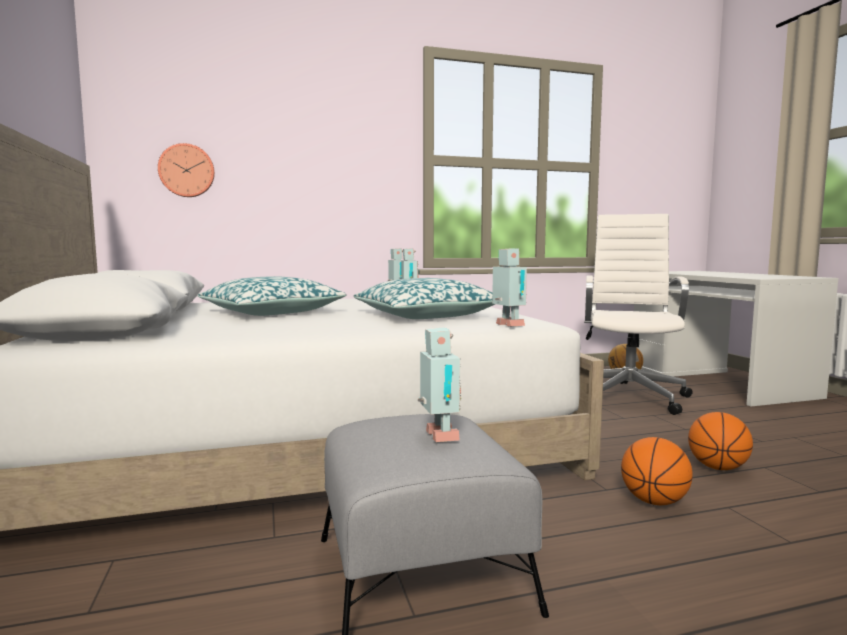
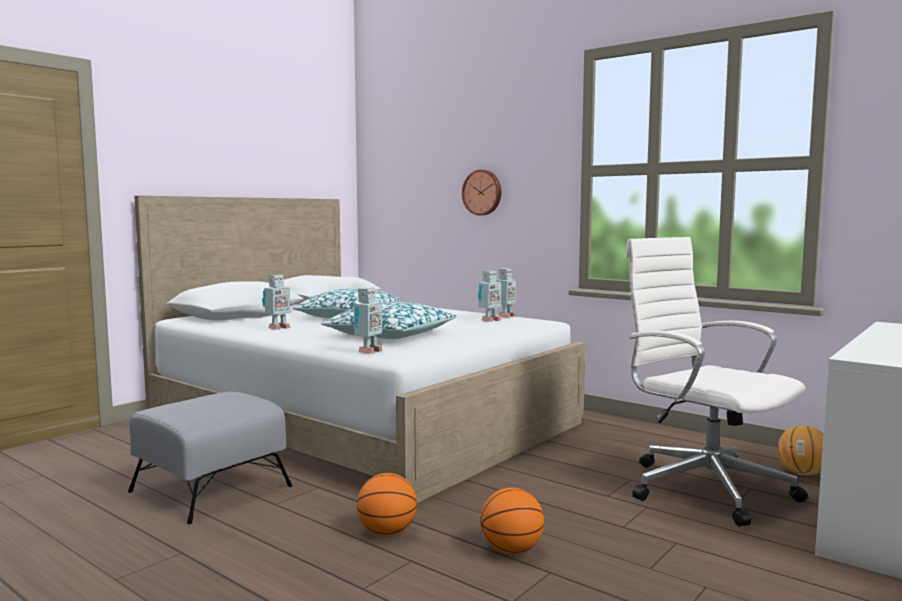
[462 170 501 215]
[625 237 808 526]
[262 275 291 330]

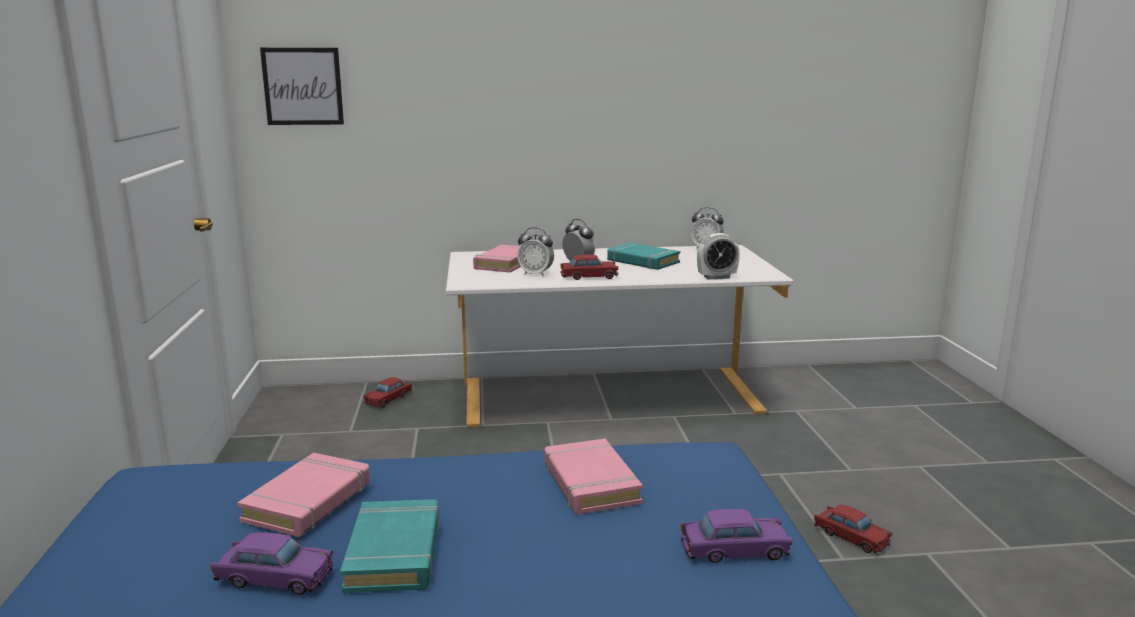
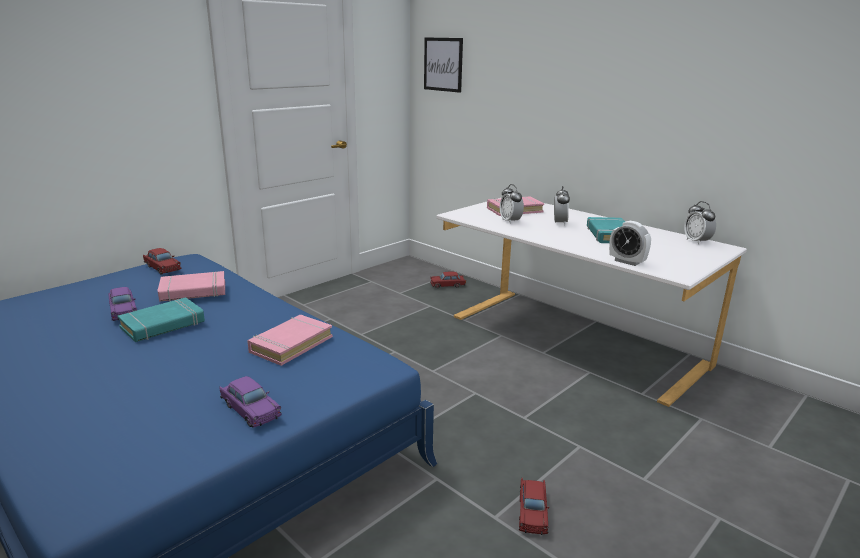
[143 248 182 275]

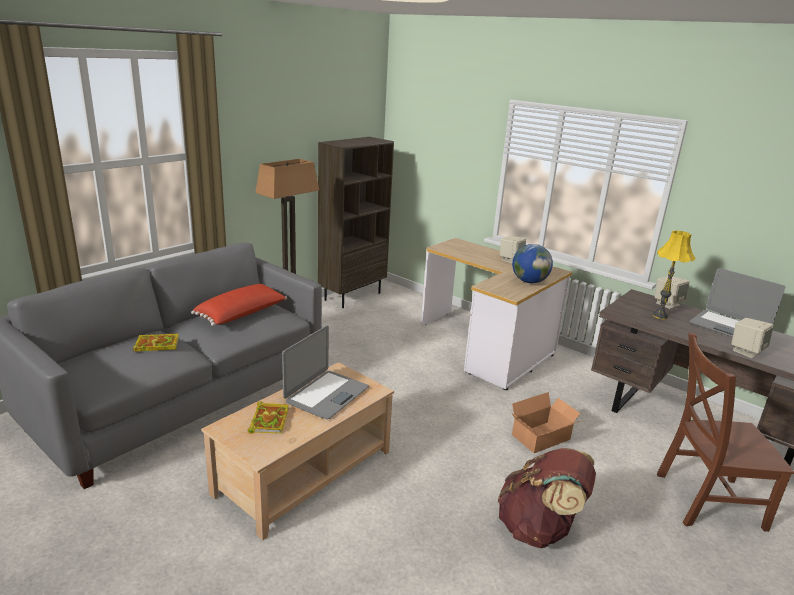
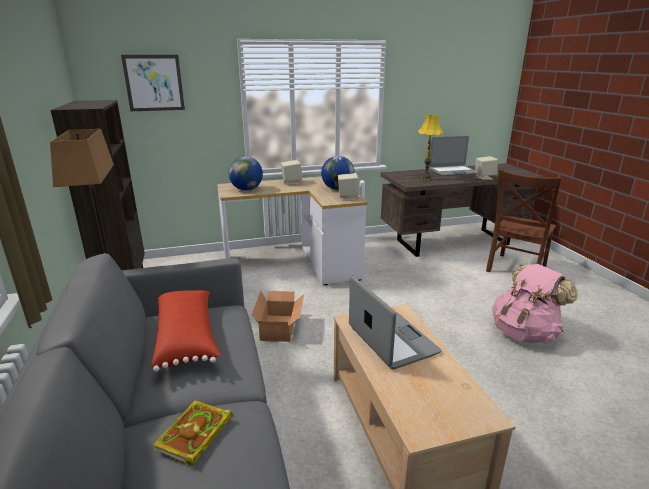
[338 173 359 200]
[252 291 304 342]
[248 401 289 434] (first image)
[492 264 578 343]
[121 55 185 111]
[228 156 263 191]

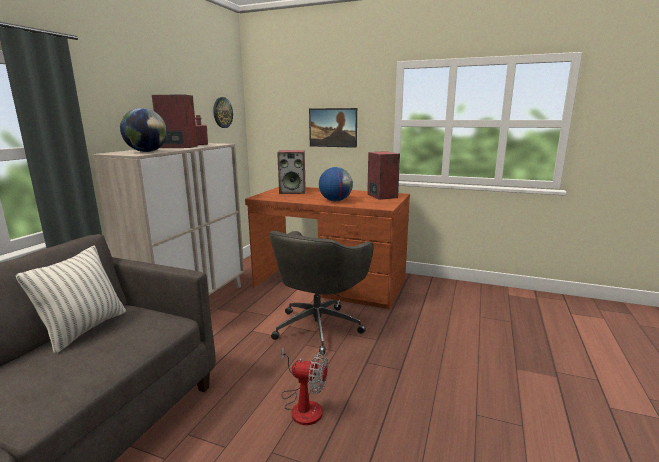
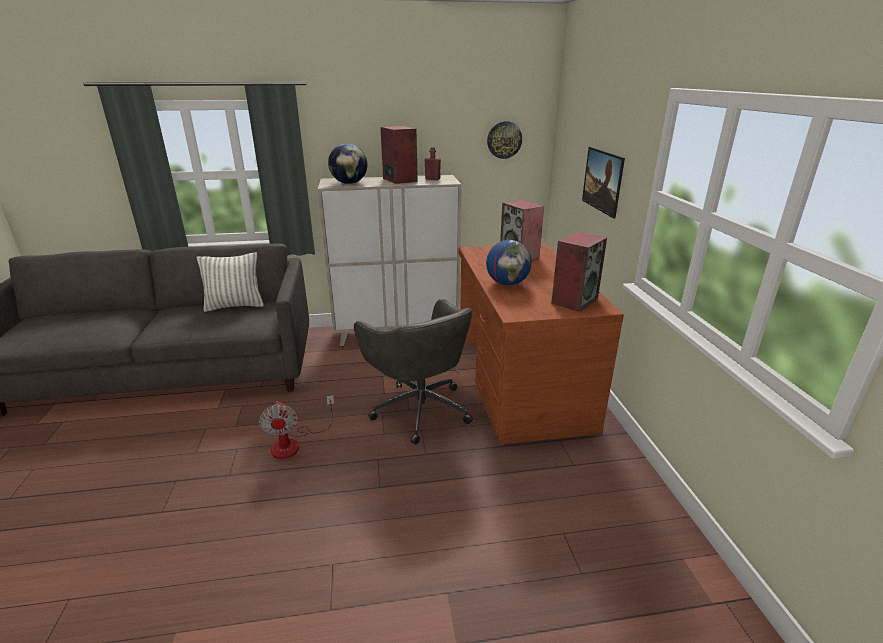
[354 299 473 445]

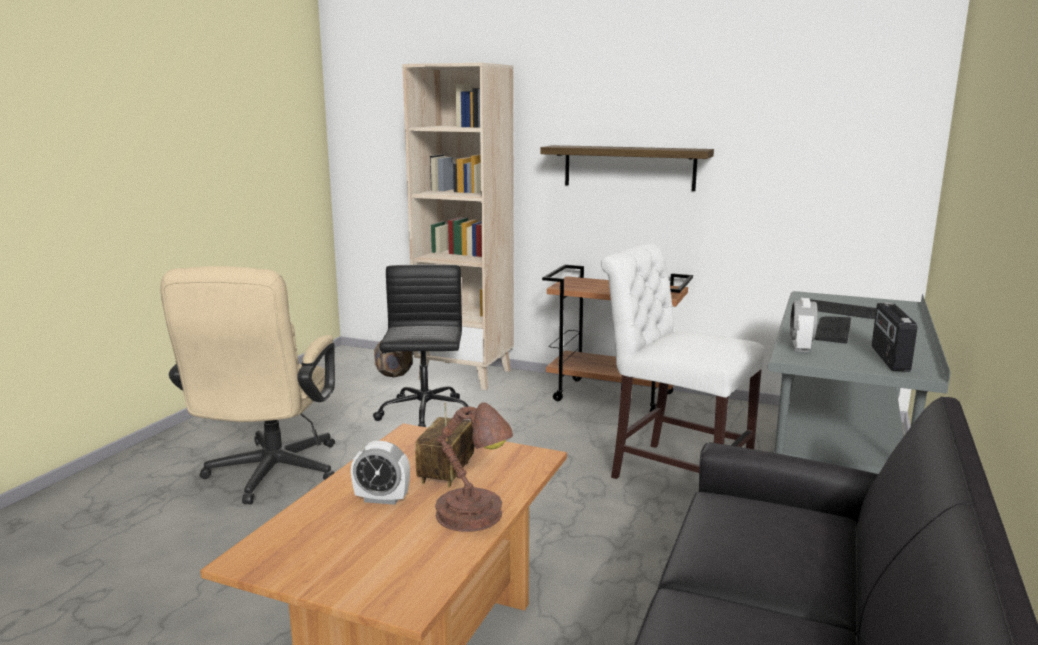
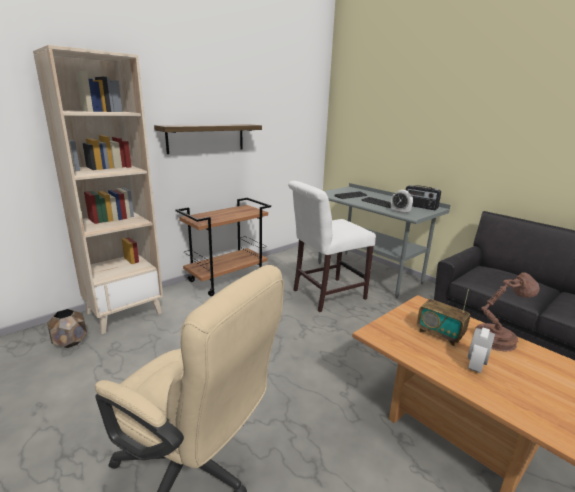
[373 265 469 427] (first image)

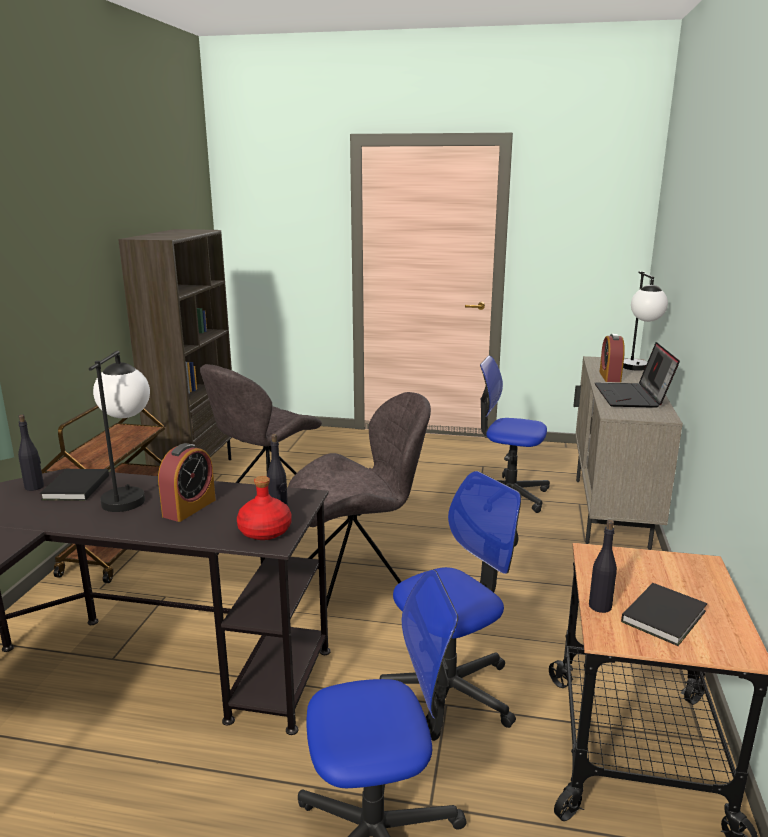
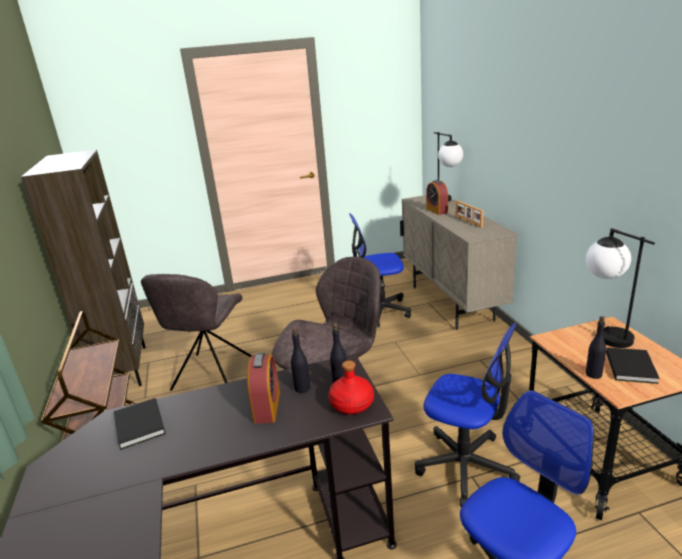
[456 200 483 228]
[586 228 655 348]
[291 328 310 393]
[415 323 520 507]

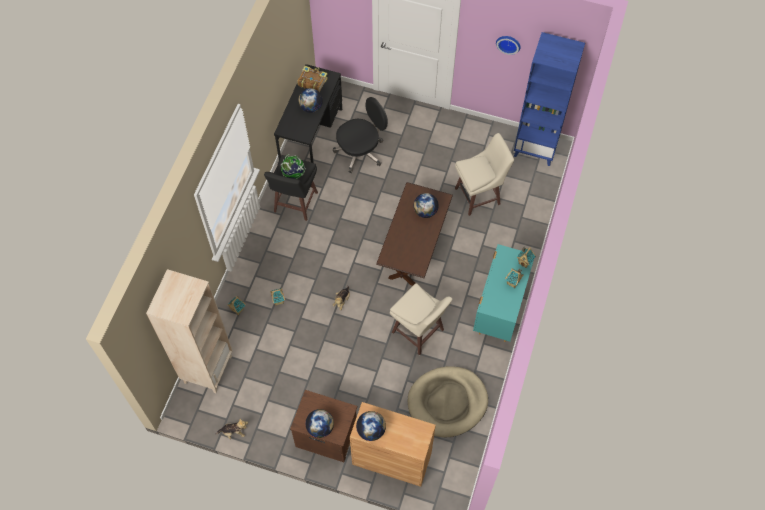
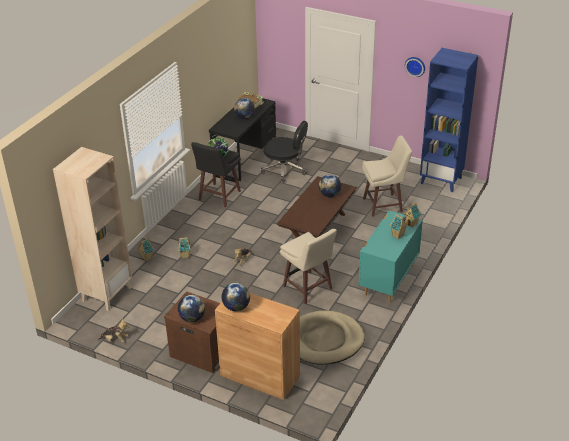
[261 121 308 183]

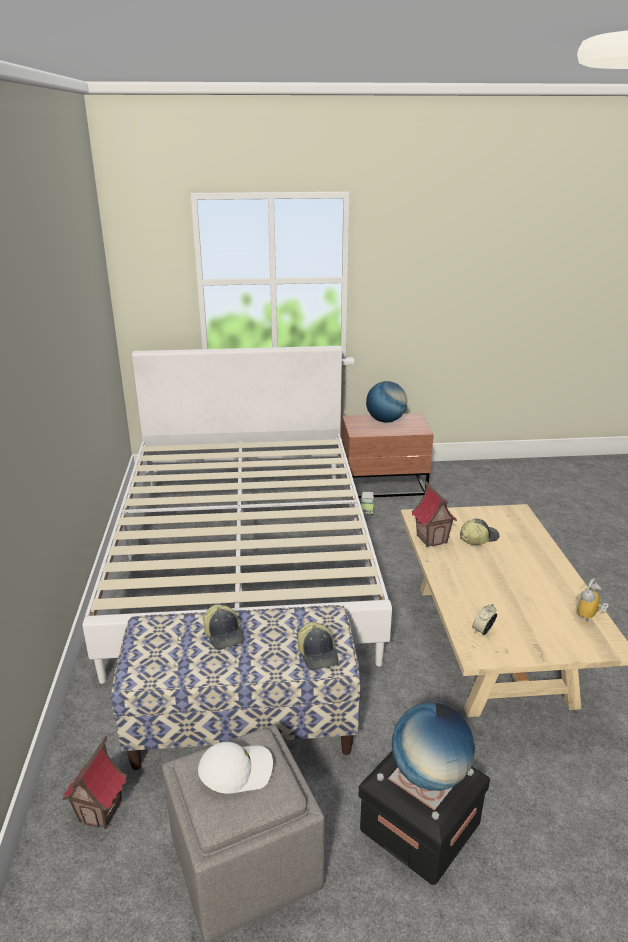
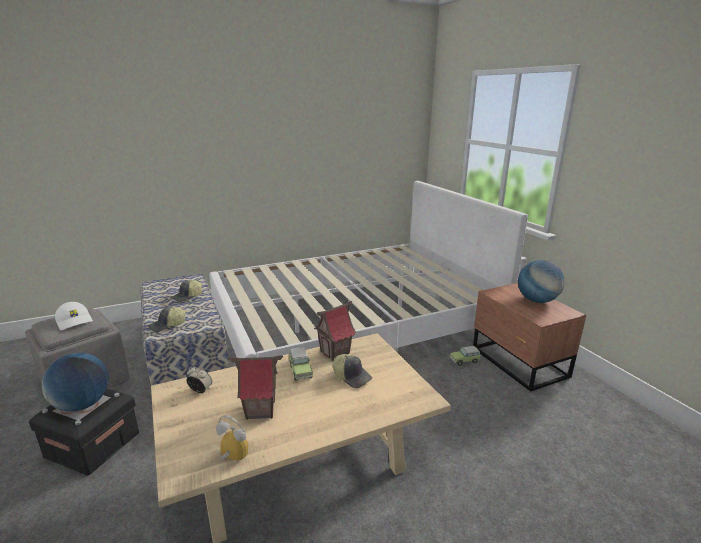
[229 355 283 420]
[289 347 313 381]

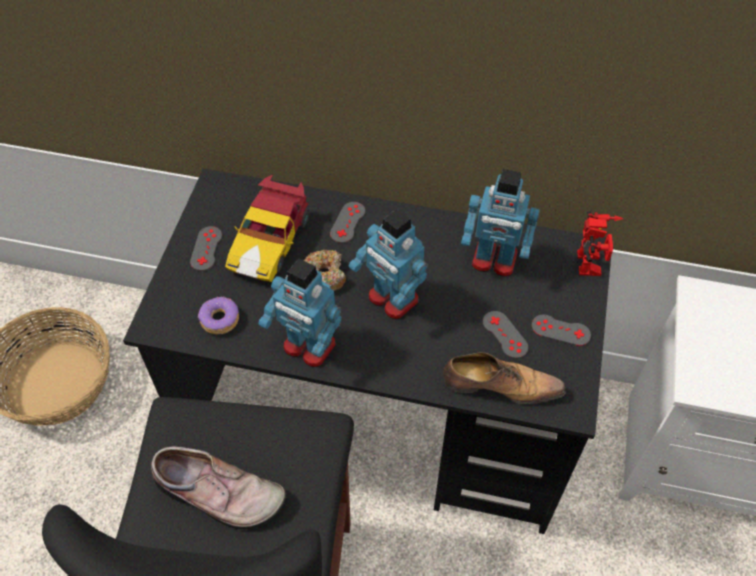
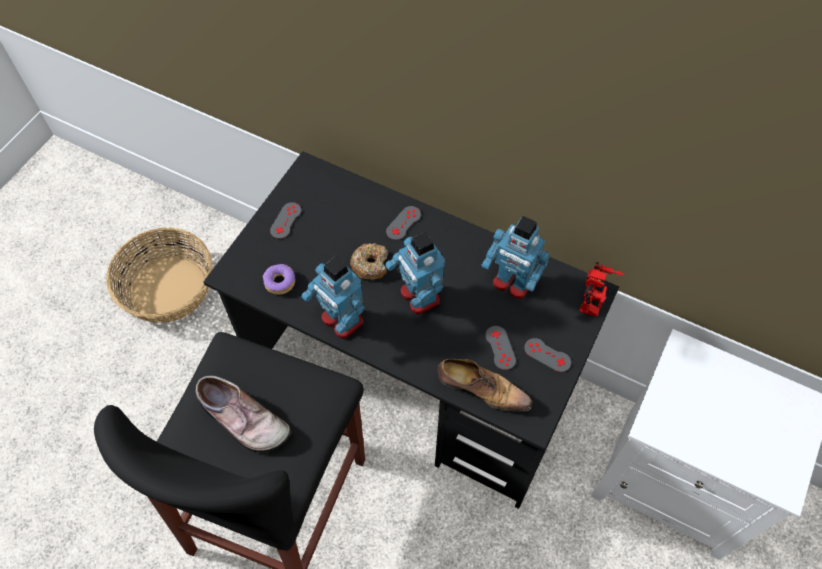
[225 174 310 282] (first image)

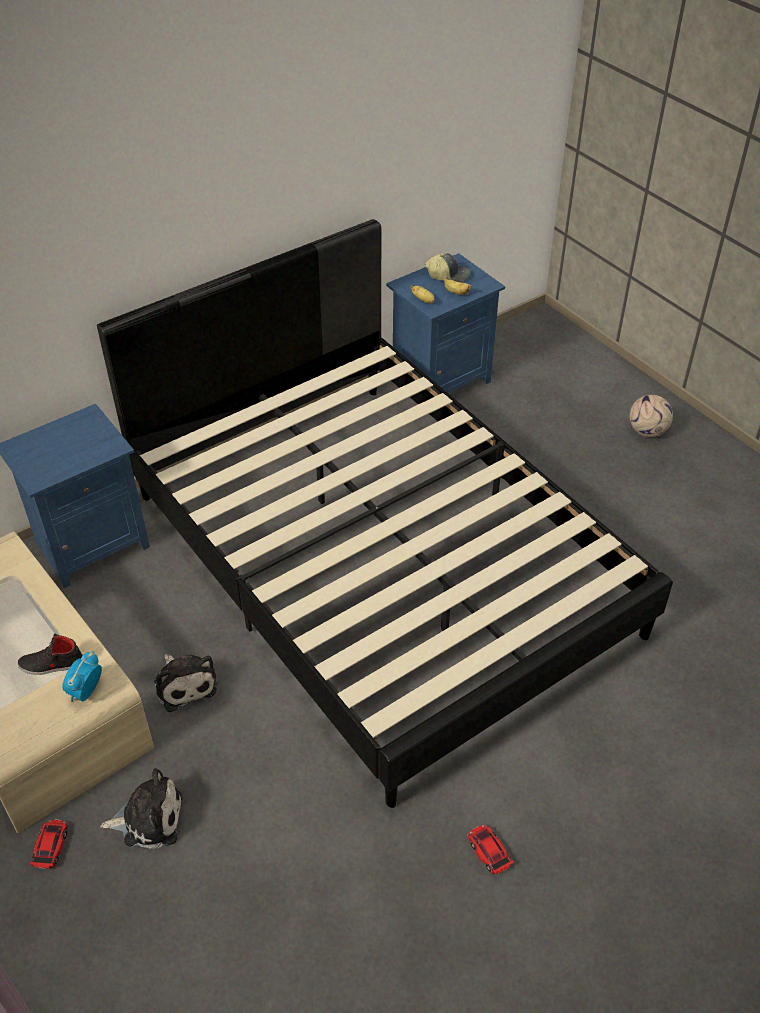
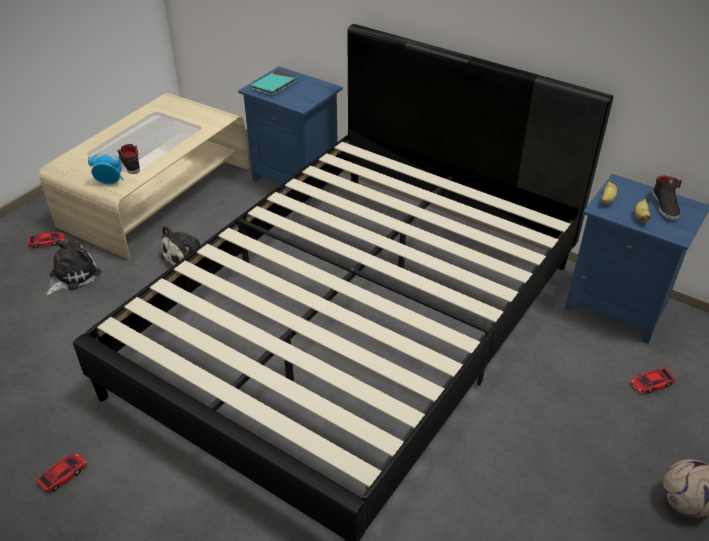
[652 175 682 220]
[46 240 101 296]
[250 70 299 95]
[630 366 676 394]

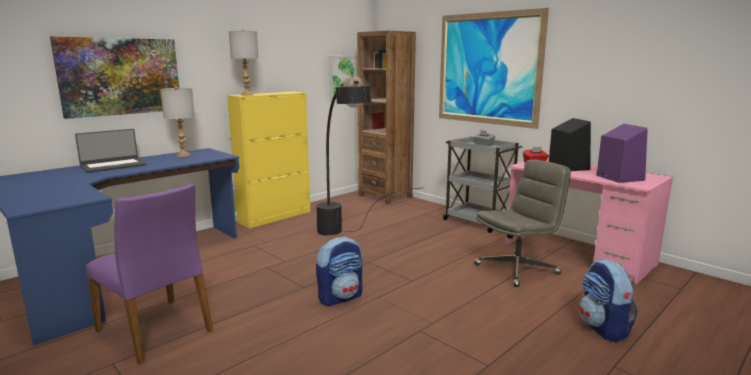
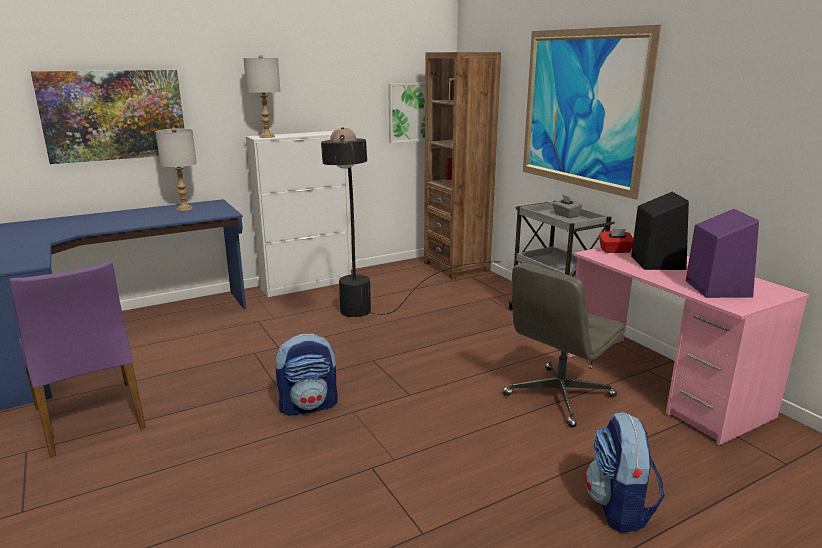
[246 131 351 297]
[75 129 146 173] (first image)
[503 263 625 428]

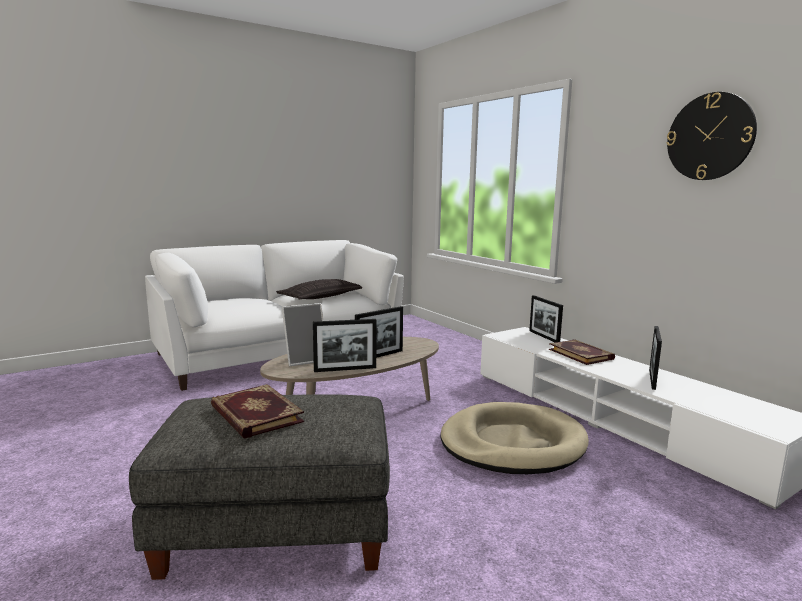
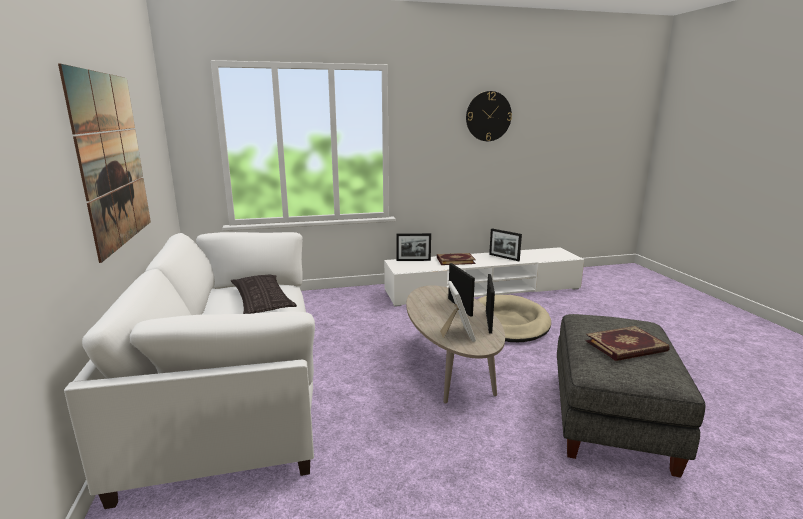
[58 64 151 263]

